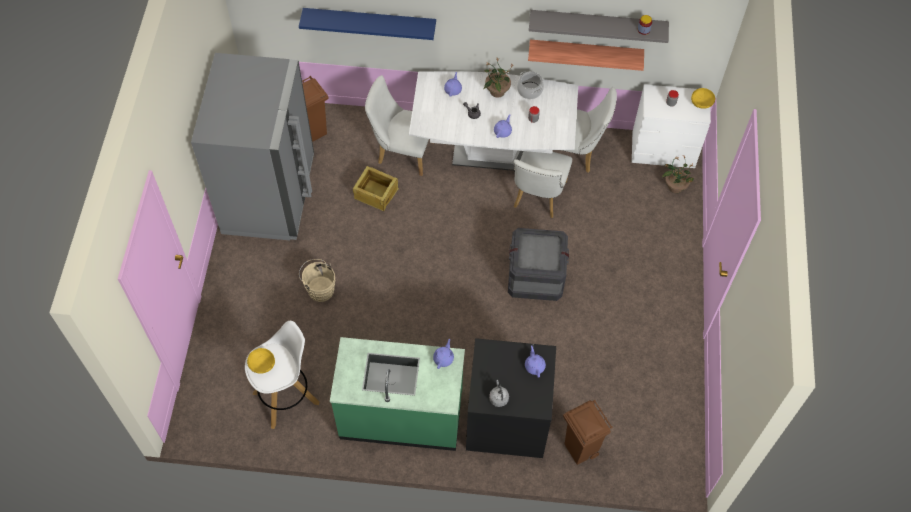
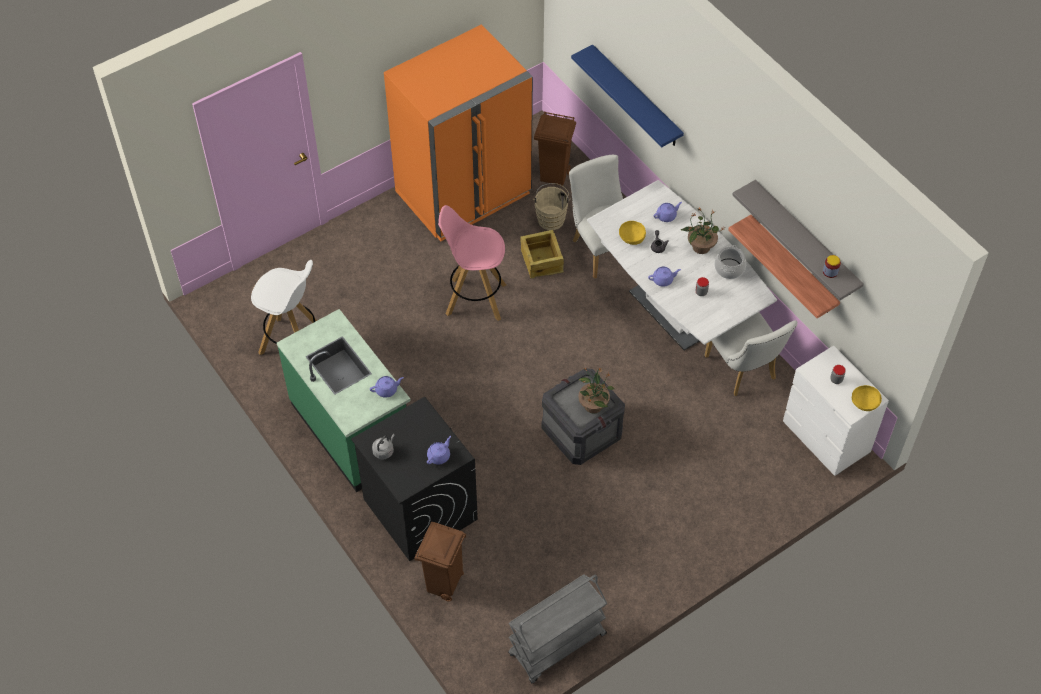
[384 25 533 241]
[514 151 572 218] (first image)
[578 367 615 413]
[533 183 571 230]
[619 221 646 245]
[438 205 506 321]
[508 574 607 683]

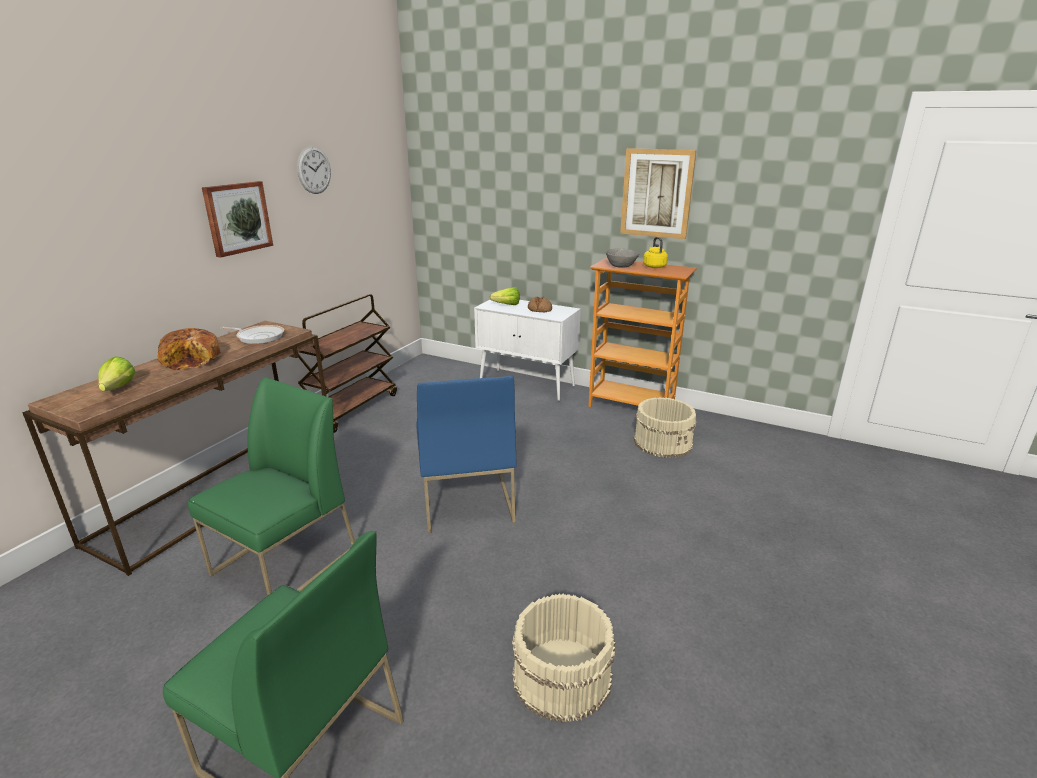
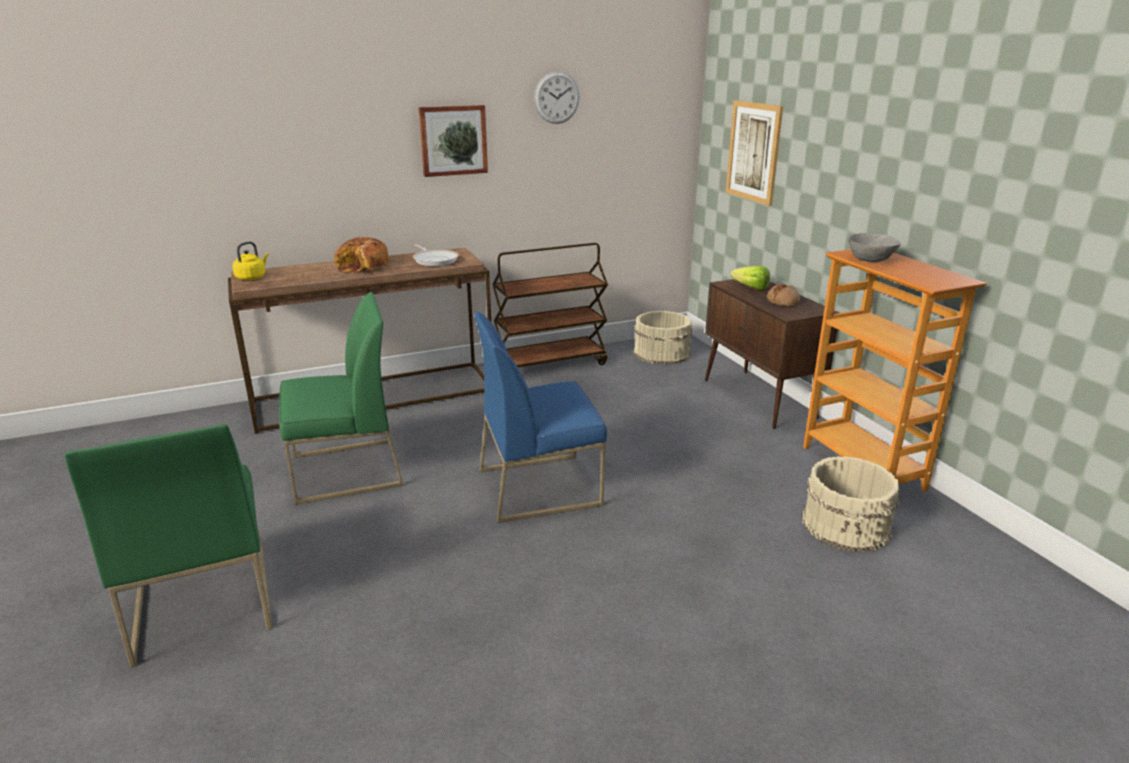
[725 100 783 206]
[232 241 269 280]
[705 279 839 429]
[98 356 135 391] (first image)
[474 312 607 523]
[633 311 692 365]

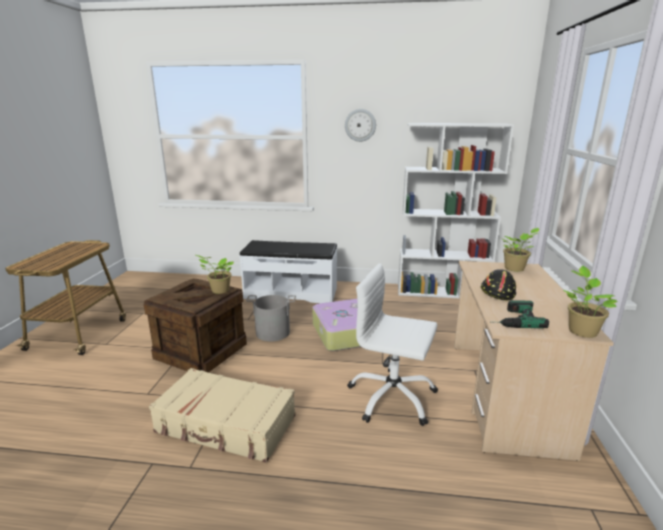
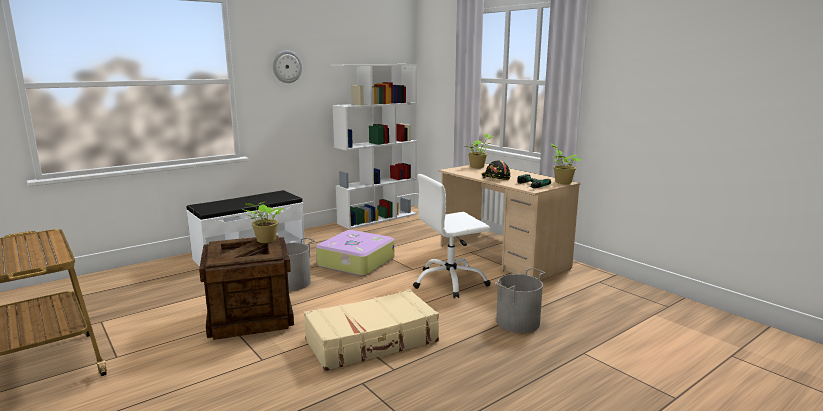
[495 268 545 333]

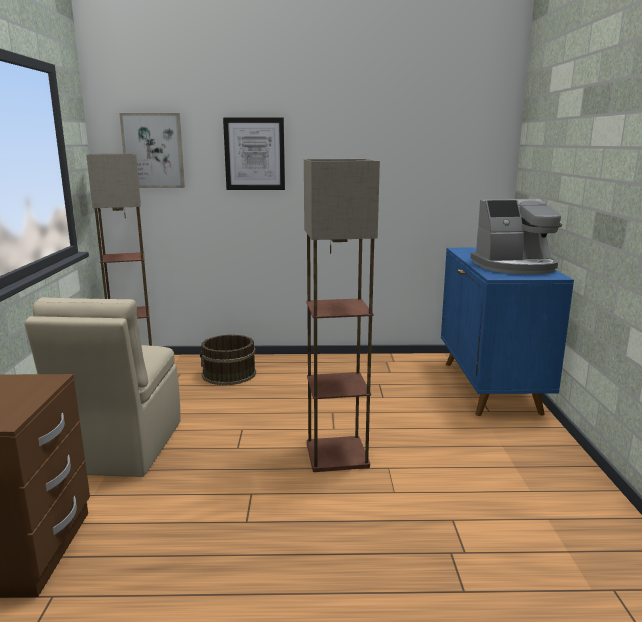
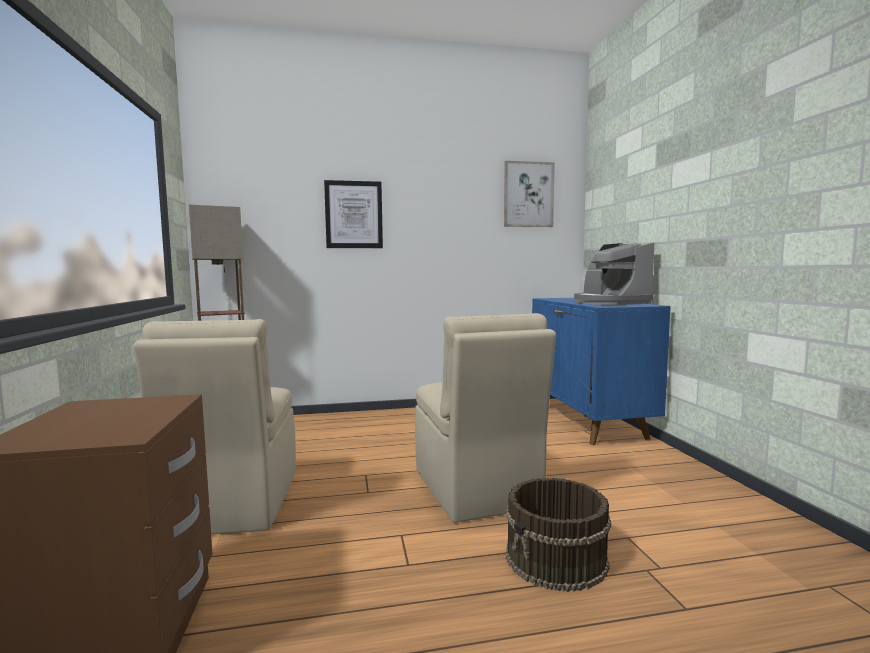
[504 161 555 227]
[415 313 556 523]
[574 242 654 305]
[506 478 611 592]

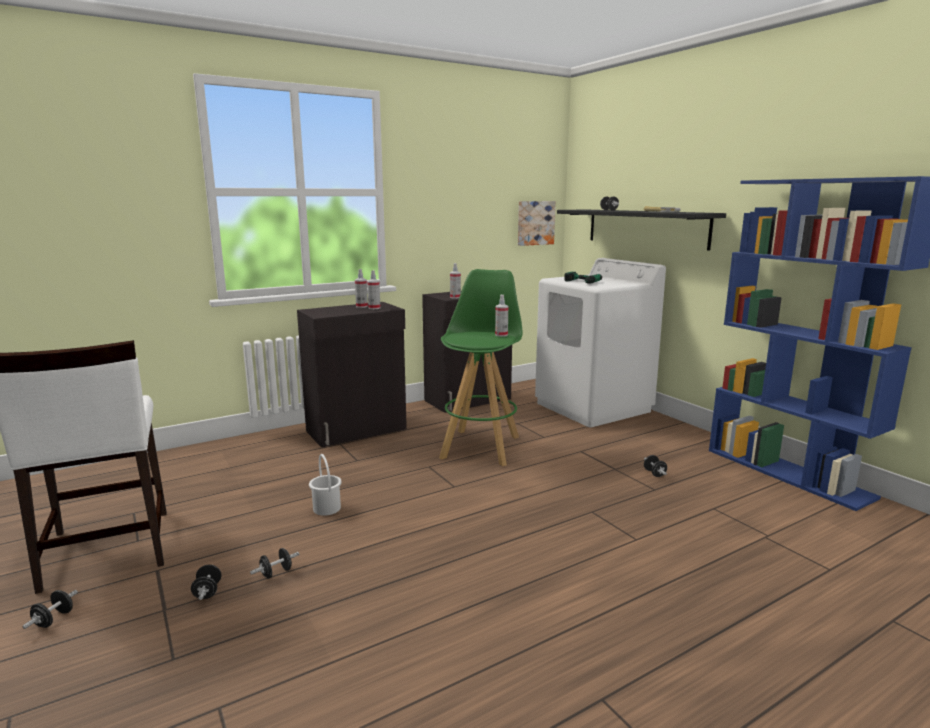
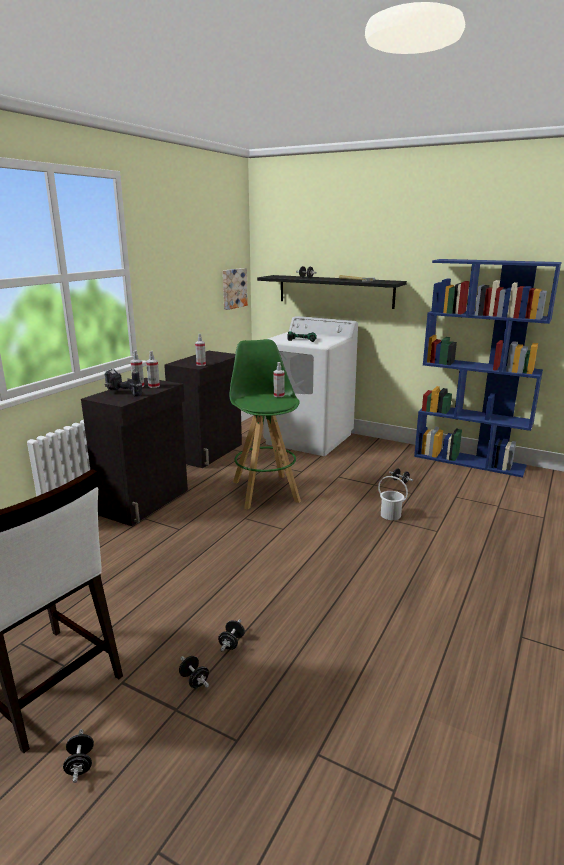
[378 476 408 520]
[104 369 142 396]

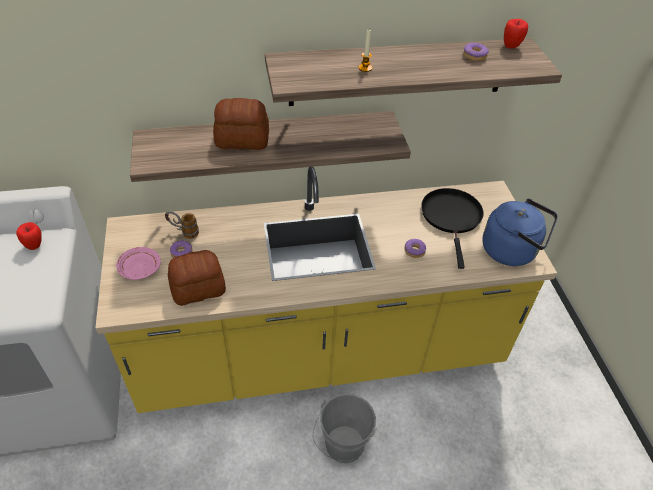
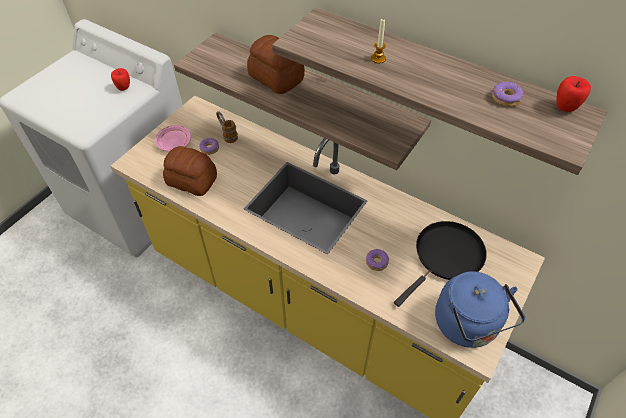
[313 394 377 463] (first image)

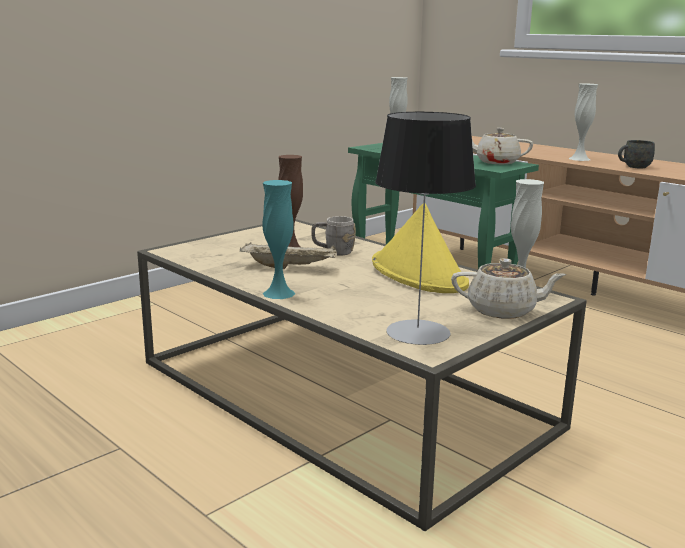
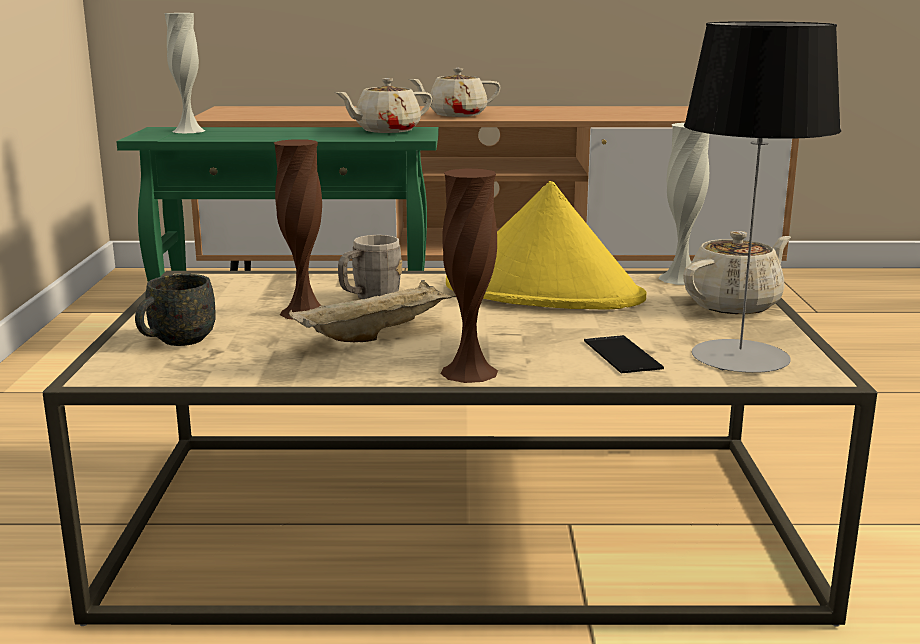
[409 68 501 117]
[135 274 216 346]
[441 168 498 383]
[584 335 664 374]

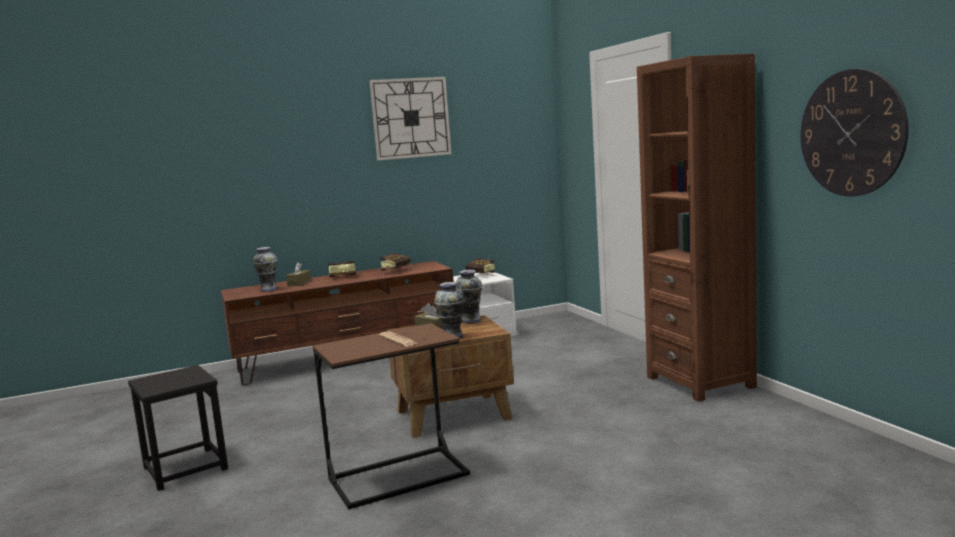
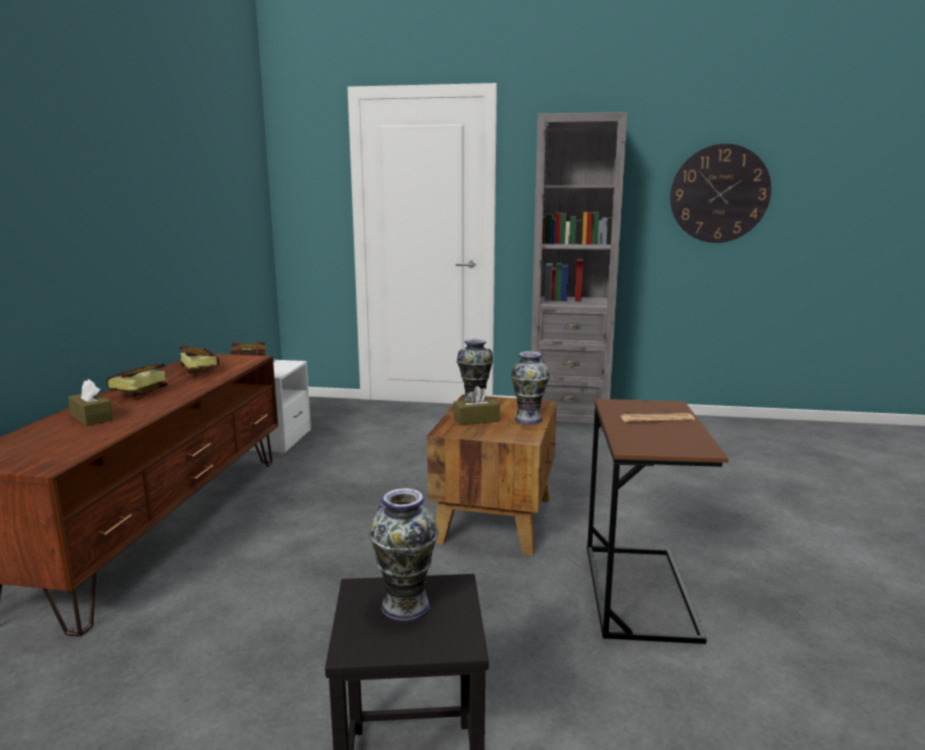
[531 112 627 432]
[369 77 452 160] (first image)
[369 488 438 622]

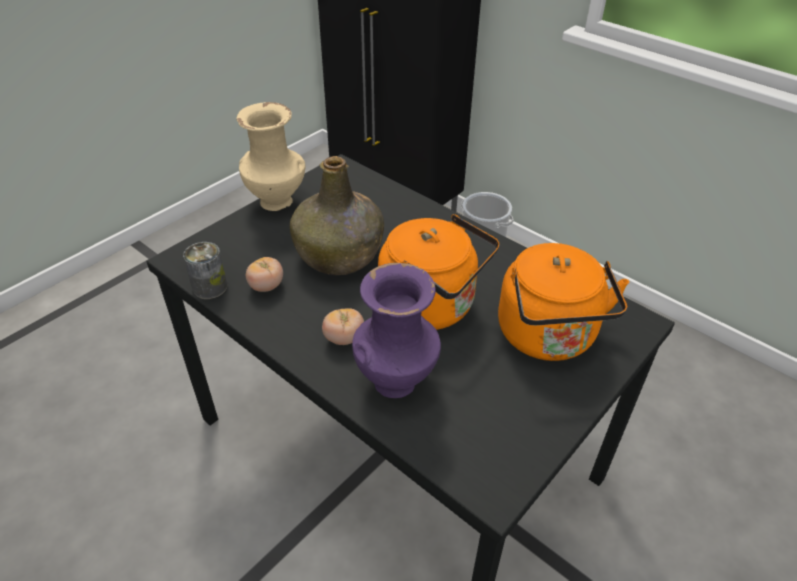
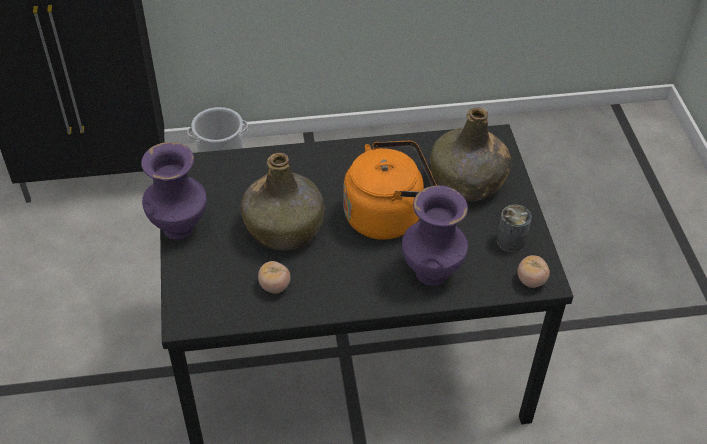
[141 142 207 240]
[497 205 532 253]
[430 107 511 202]
[517 255 550 288]

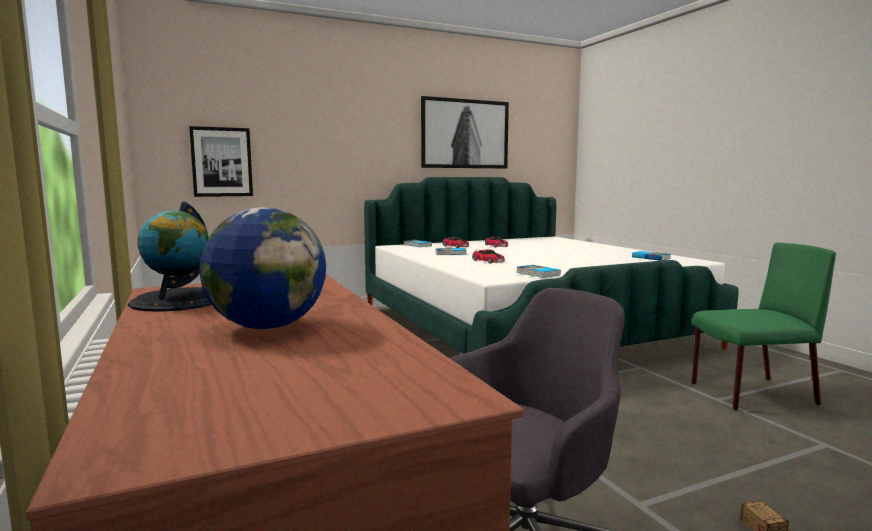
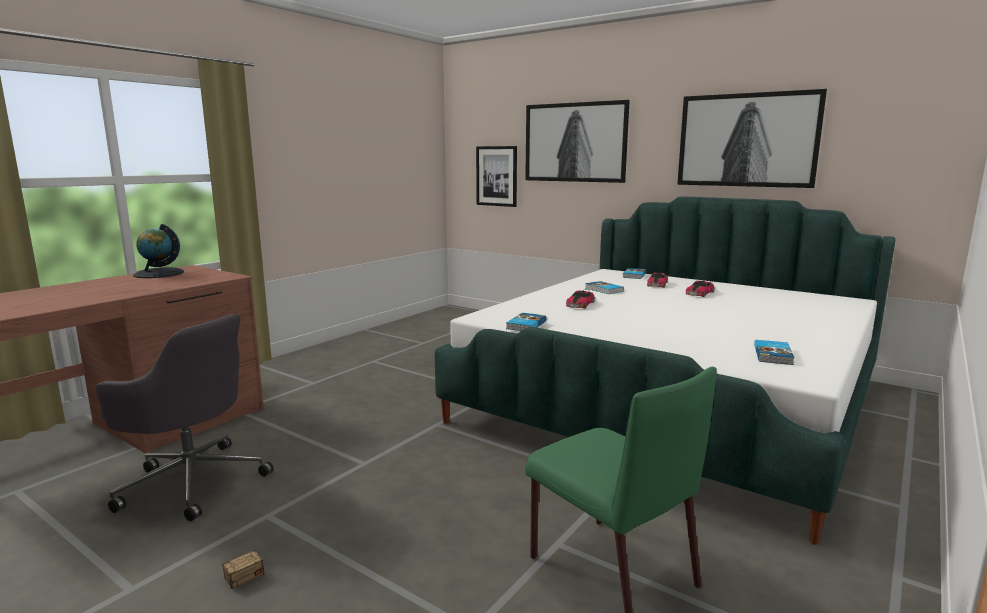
[200 207 326 329] (first image)
[525 100 630 183]

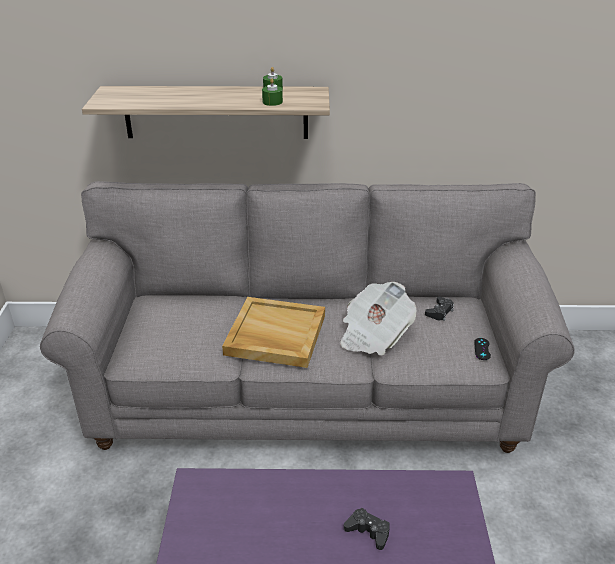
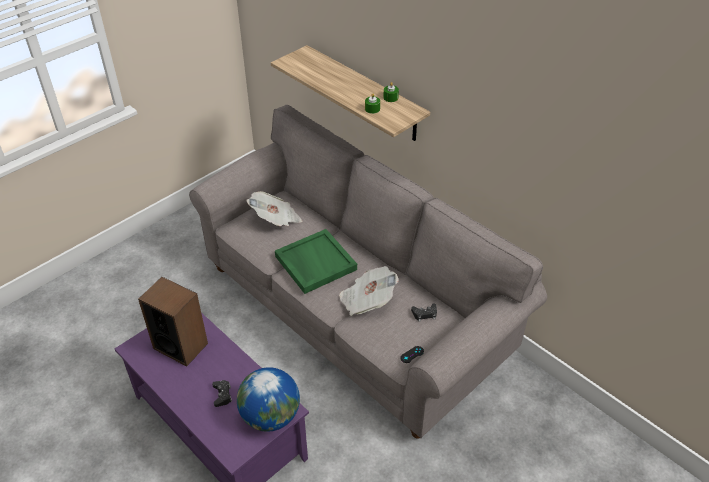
[275 229 357 294]
[246 191 303 226]
[138 277 208 366]
[237 367 300 432]

